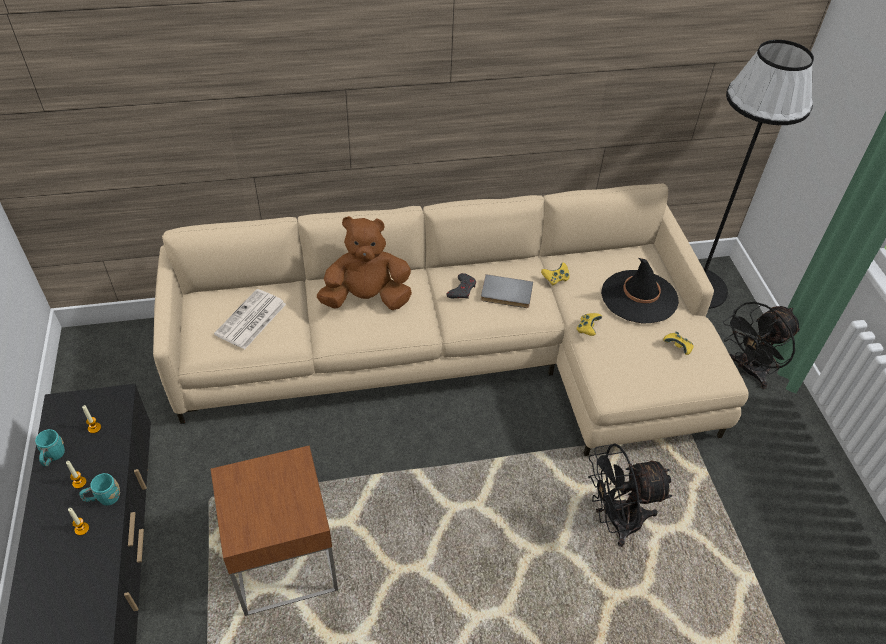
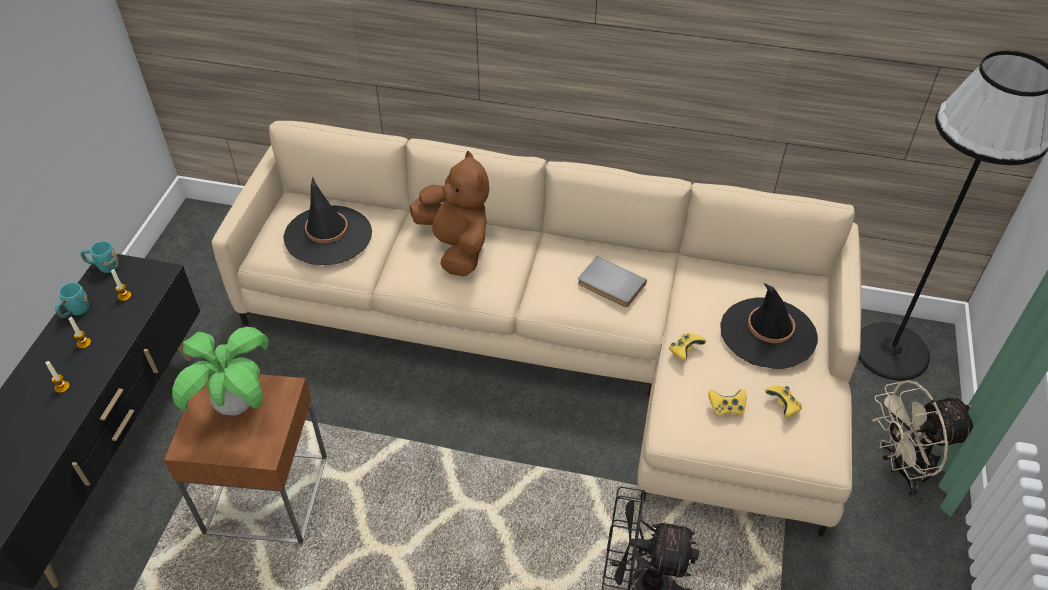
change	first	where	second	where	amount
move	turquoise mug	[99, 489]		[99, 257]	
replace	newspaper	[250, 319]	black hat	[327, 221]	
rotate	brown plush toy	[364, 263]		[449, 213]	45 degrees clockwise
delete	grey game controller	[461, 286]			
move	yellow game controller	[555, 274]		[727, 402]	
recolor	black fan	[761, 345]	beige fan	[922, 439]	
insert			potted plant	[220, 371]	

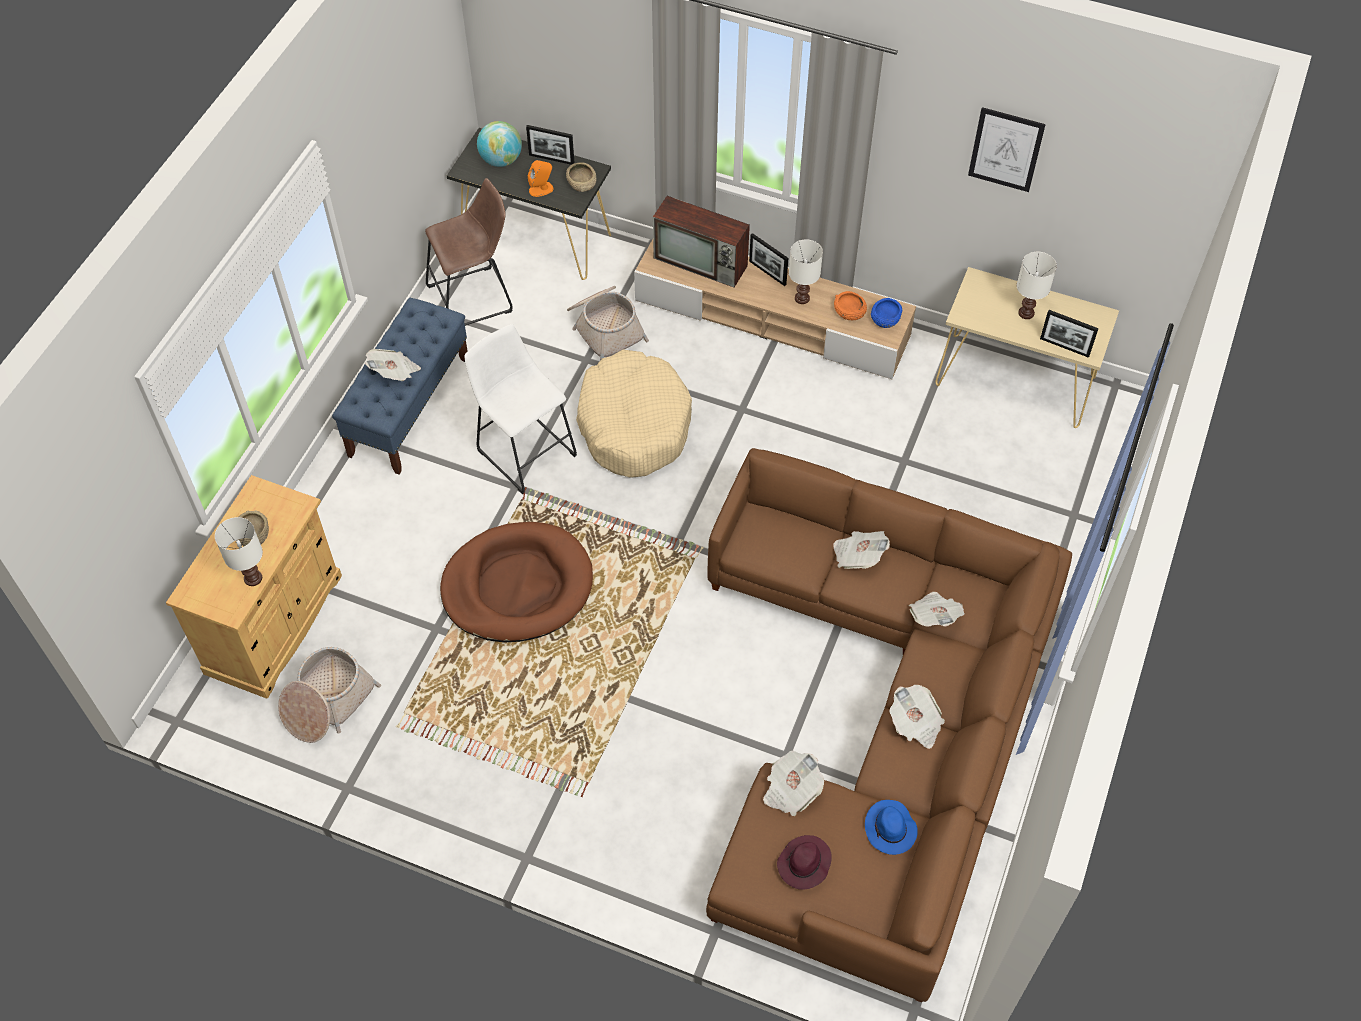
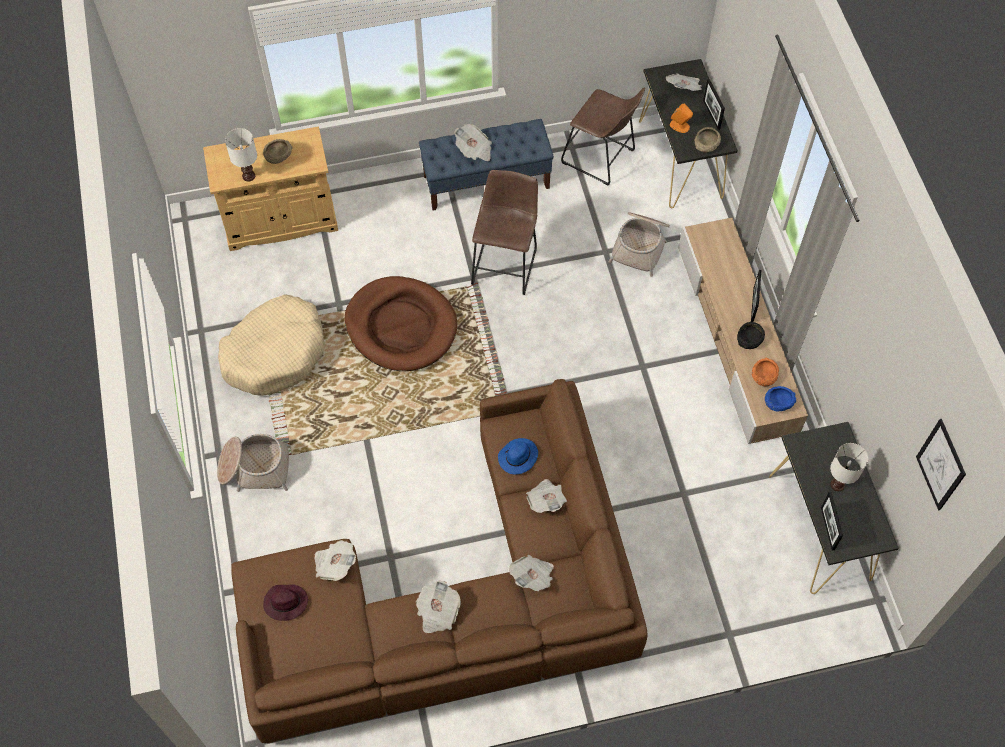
change	first	where	second	where	amount
move	basket	[329, 695]		[254, 463]	
recolor	white stool	[520, 409]	brown stool	[504, 232]	
replace	globe	[499, 144]	newspaper	[684, 82]	
move	beige dog bed	[634, 413]		[271, 345]	
delete	television	[701, 241]			
replace	white table lamp	[806, 271]	black bowl	[751, 335]	
move	blue hat	[891, 827]		[518, 456]	
recolor	beige console table	[1027, 347]	black console table	[834, 508]	
move	picture	[1007, 149]		[941, 464]	

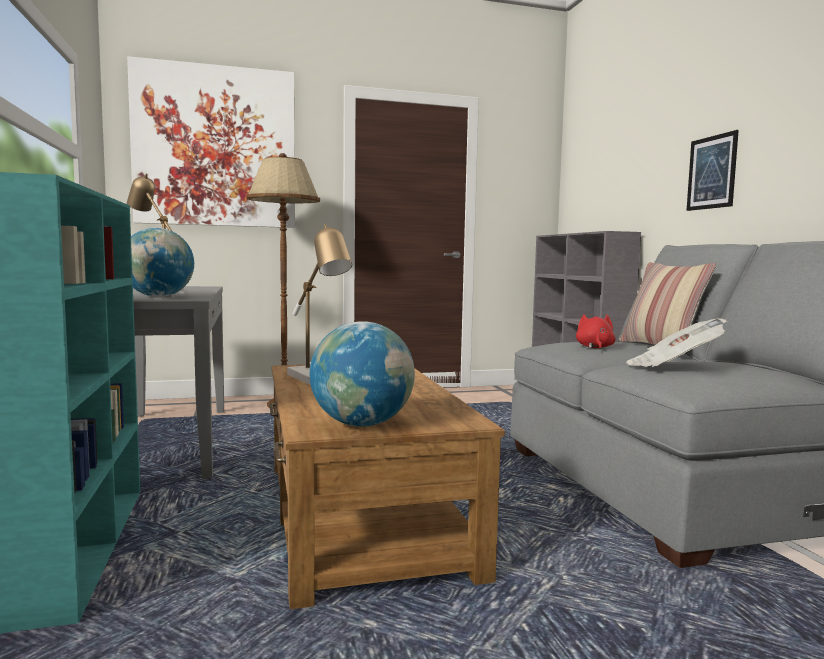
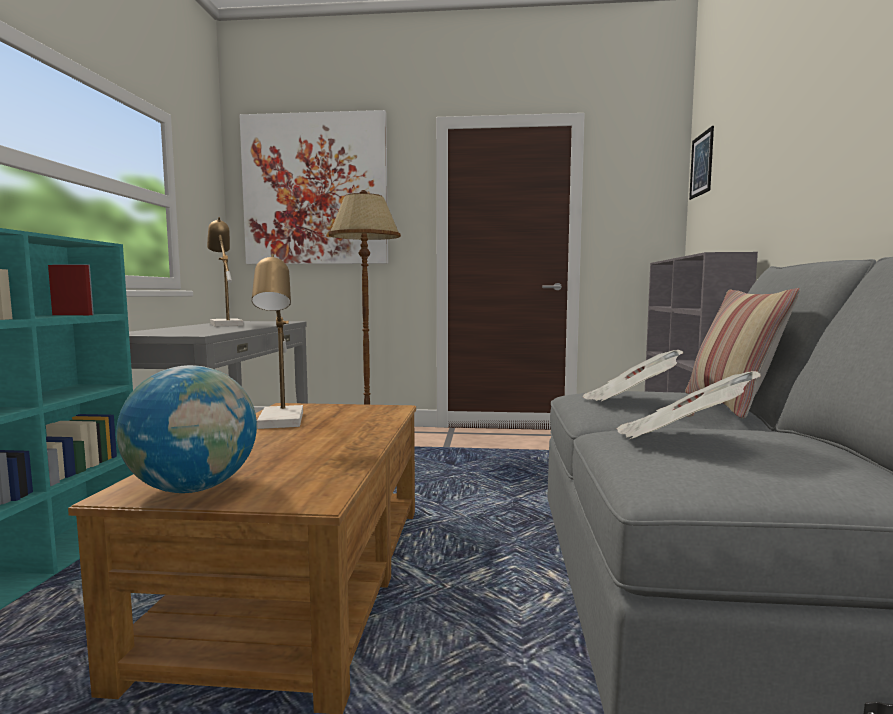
change	first	where	second	where	amount
delete	globe	[162, 262]			
replace	red plush toy	[596, 331]	newspaper	[633, 375]	
move	picture	[713, 170]		[701, 163]	

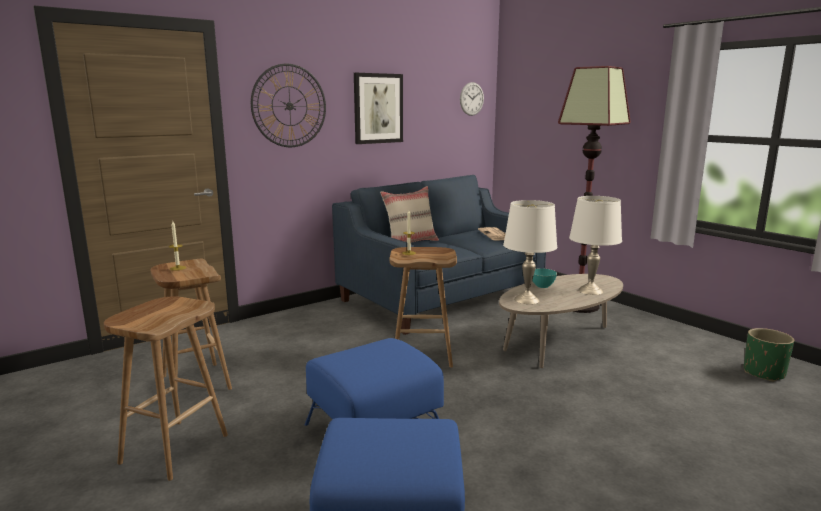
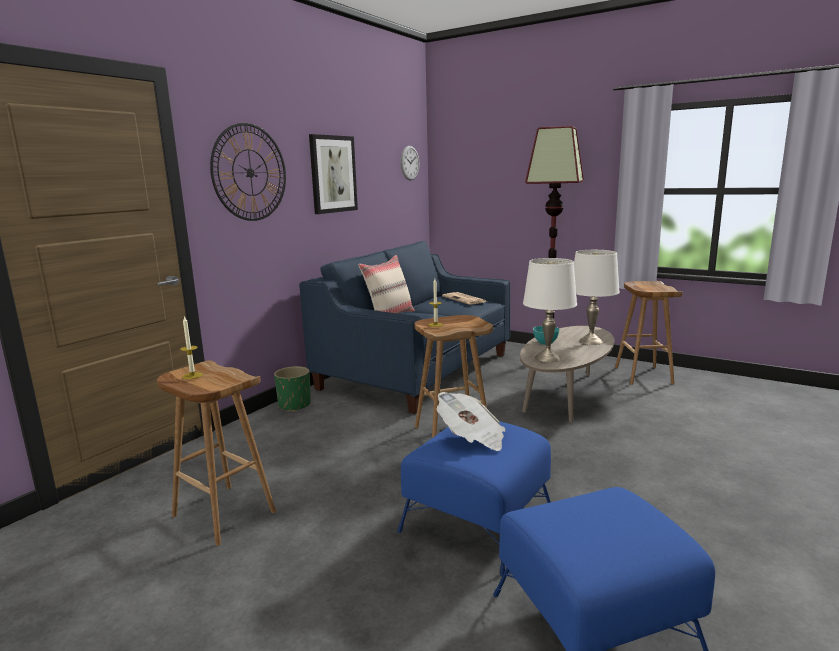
change	first	where	second	where	amount
move	brown stool	[166, 388]		[649, 333]	
move	green planter	[769, 355]		[292, 389]	
insert			newspaper	[470, 421]	

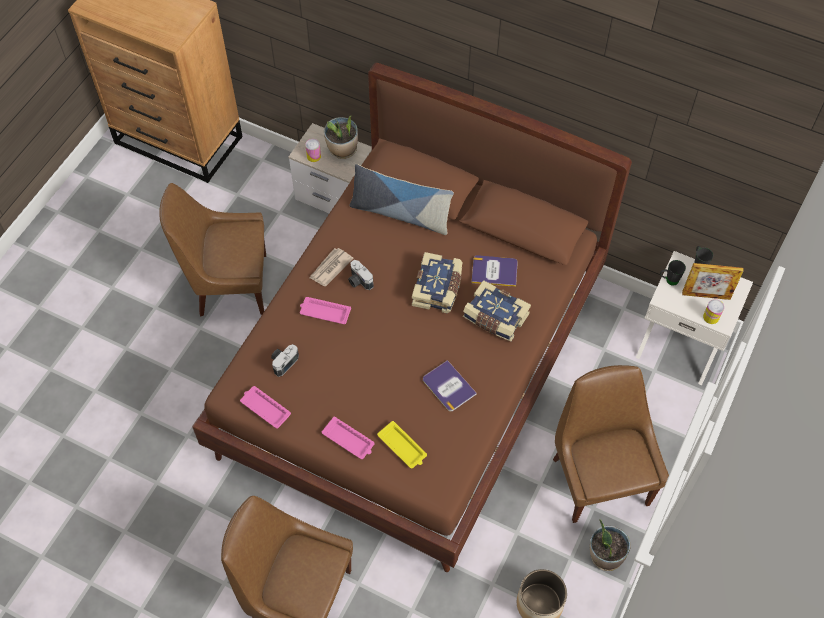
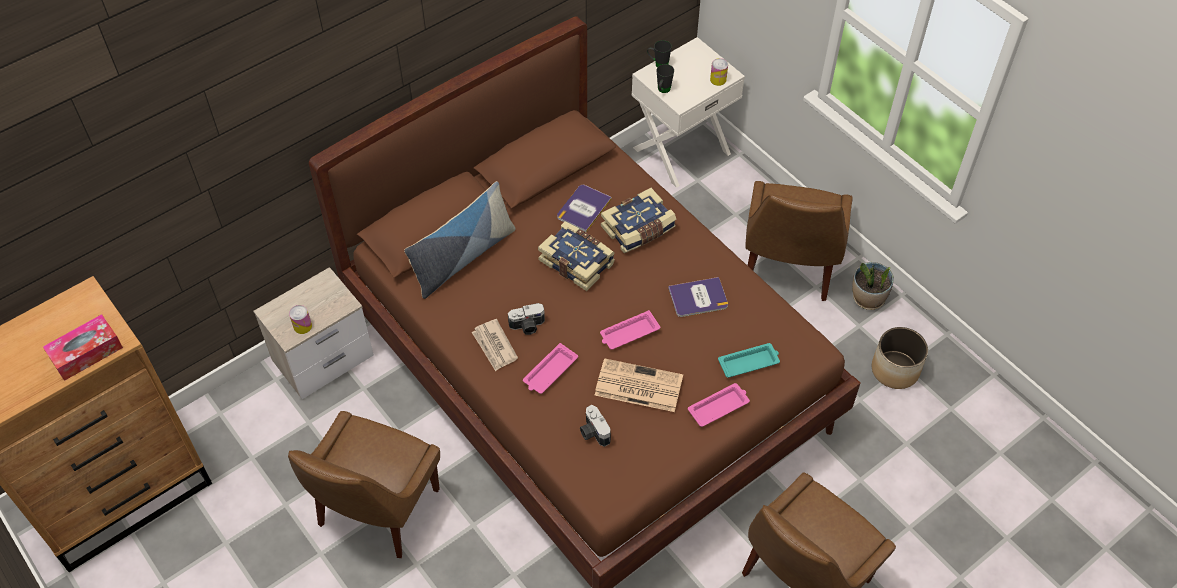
change	first	where	second	where	amount
move	pink tray	[265, 407]		[630, 330]	
delete	potted plant	[341, 137]			
recolor	yellow tray	[402, 445]	turquoise tray	[749, 360]	
rotate	brown chair	[611, 444]		[799, 241]	90 degrees counterclockwise
delete	picture frame	[713, 281]			
insert			tissue box	[83, 347]	
insert			newspaper	[639, 385]	

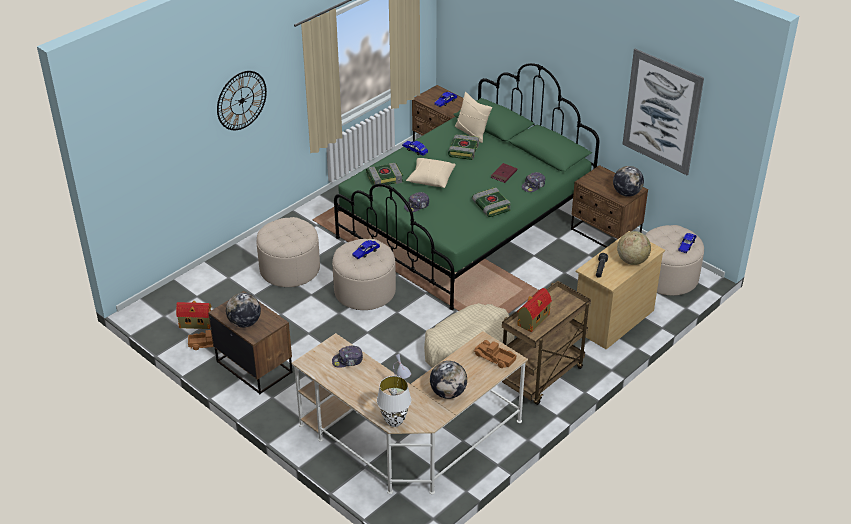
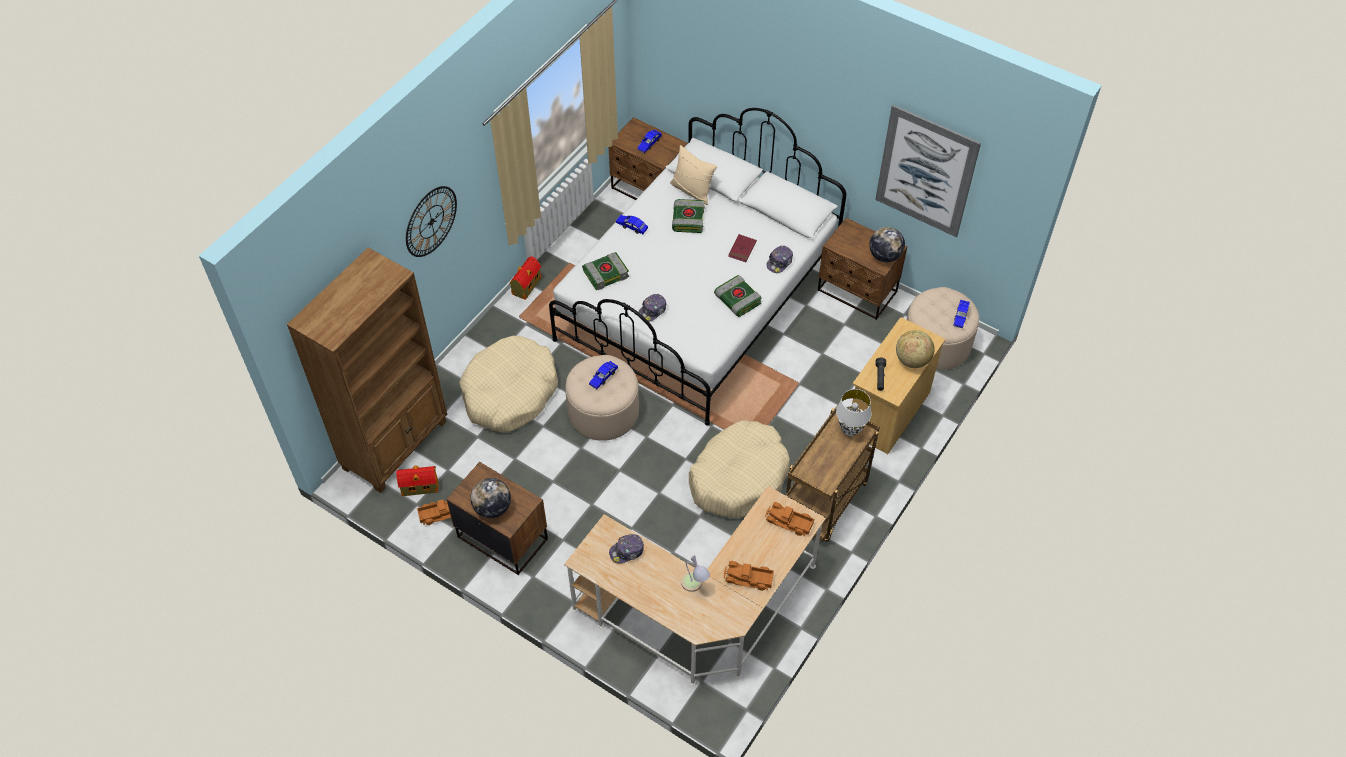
change	first	where	second	where	amount
replace	beige ottoman	[288, 252]	beige dog bed	[508, 384]	
recolor	green bed	[467, 186]	white bed	[697, 266]	
move	white table lamp	[394, 401]		[854, 412]	
delete	beige pillow	[431, 173]			
replace	globe	[448, 380]	toy truck	[749, 576]	
move	toy house	[534, 310]		[525, 278]	
insert			brown bookcase	[367, 370]	

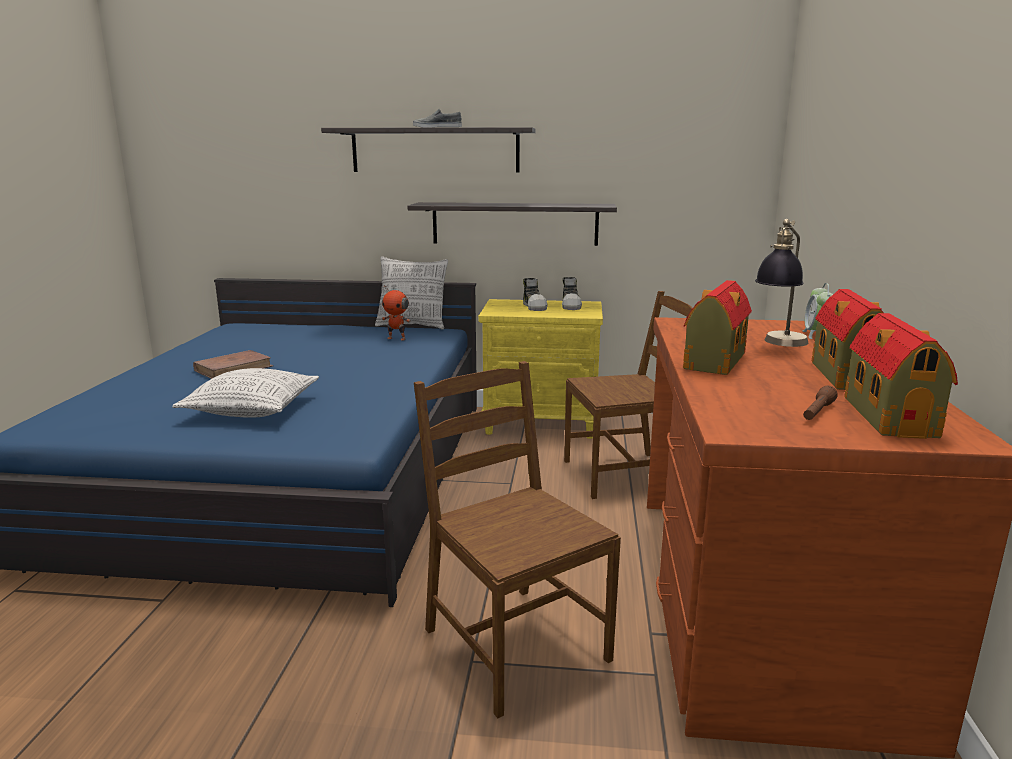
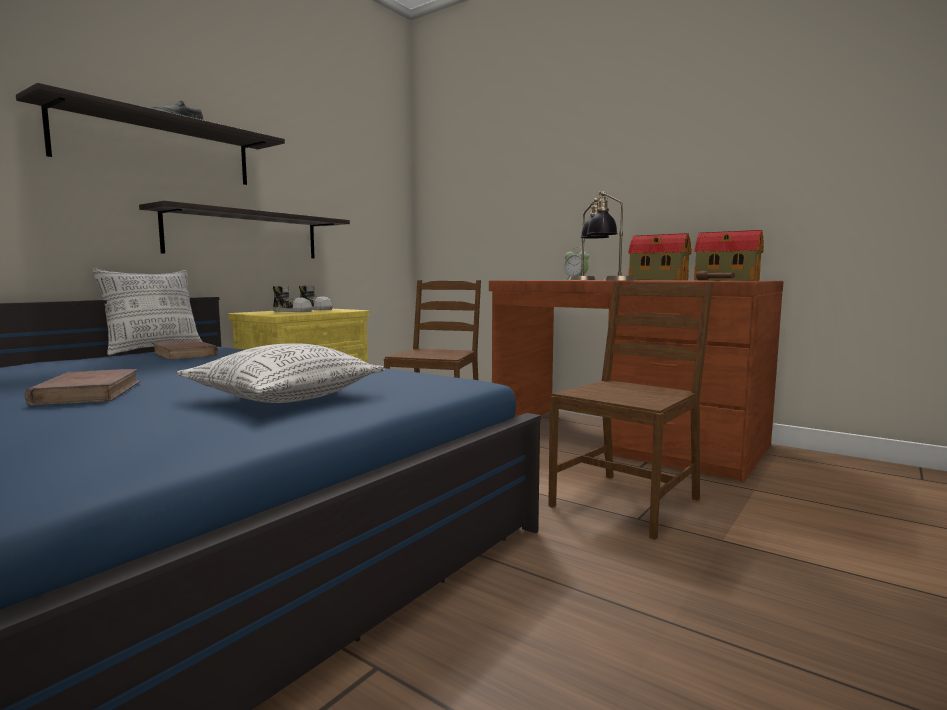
change	first	where	second	where	amount
replace	toy robot	[396, 313]	brown book	[185, 350]	
rotate	brown chair	[517, 539]		[630, 411]	135 degrees clockwise
replace	toy house	[717, 327]	table lamp	[611, 236]	

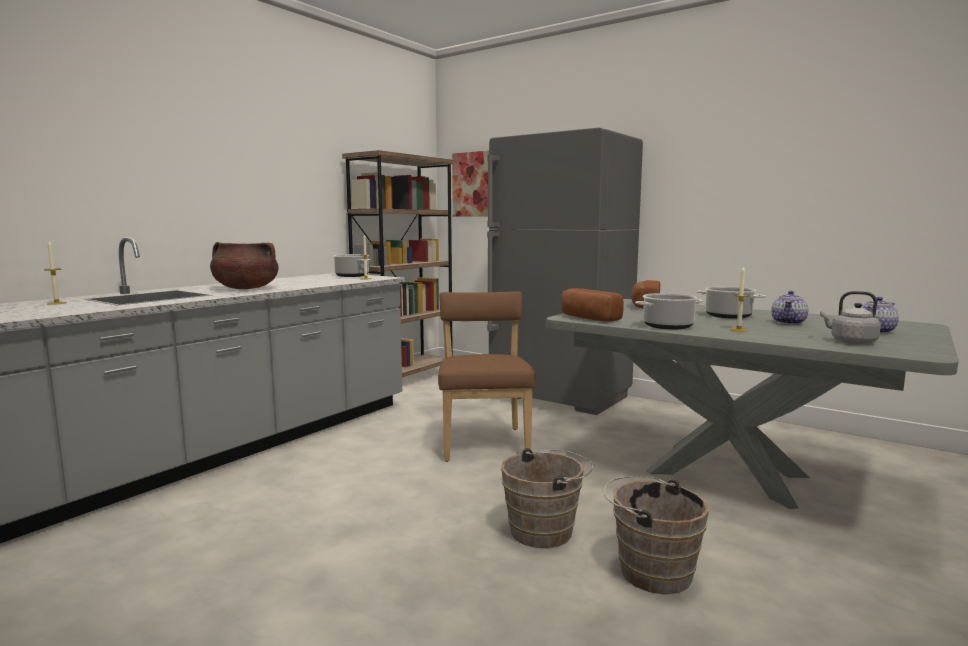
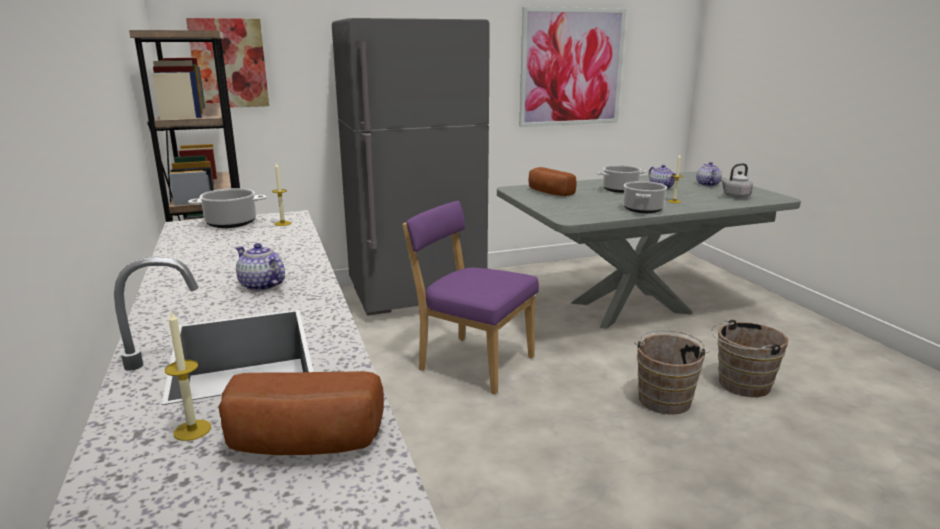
change	first	where	second	where	amount
replace	brown cooking pot	[244, 265]	teapot	[260, 267]	
recolor	brown chair	[487, 376]	purple chair	[471, 297]	
move	bread	[592, 305]		[301, 413]	
insert			picture	[573, 67]	

